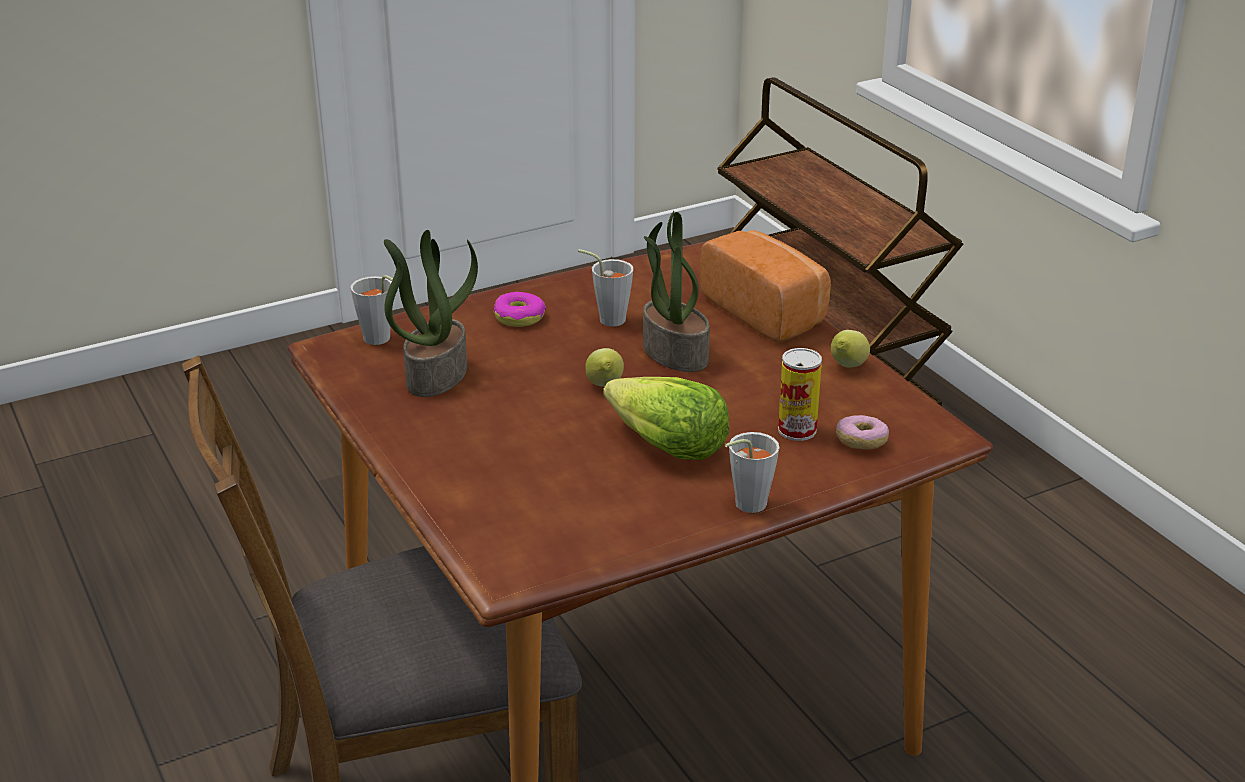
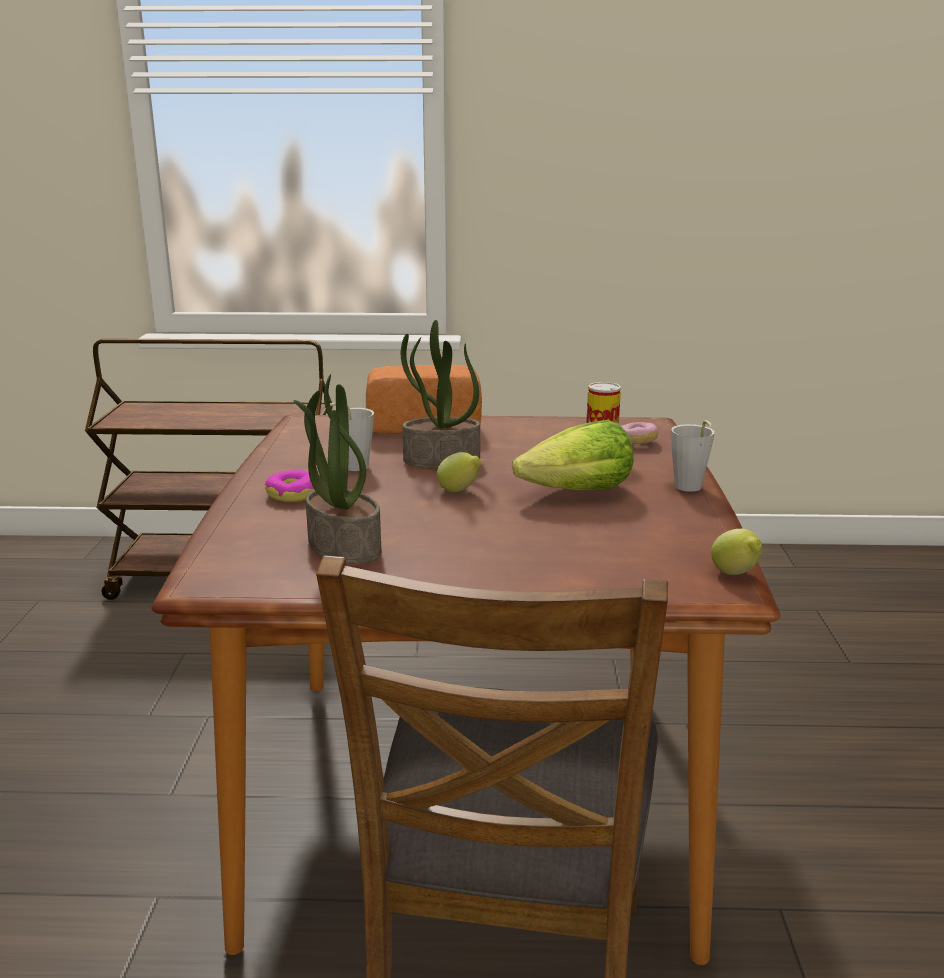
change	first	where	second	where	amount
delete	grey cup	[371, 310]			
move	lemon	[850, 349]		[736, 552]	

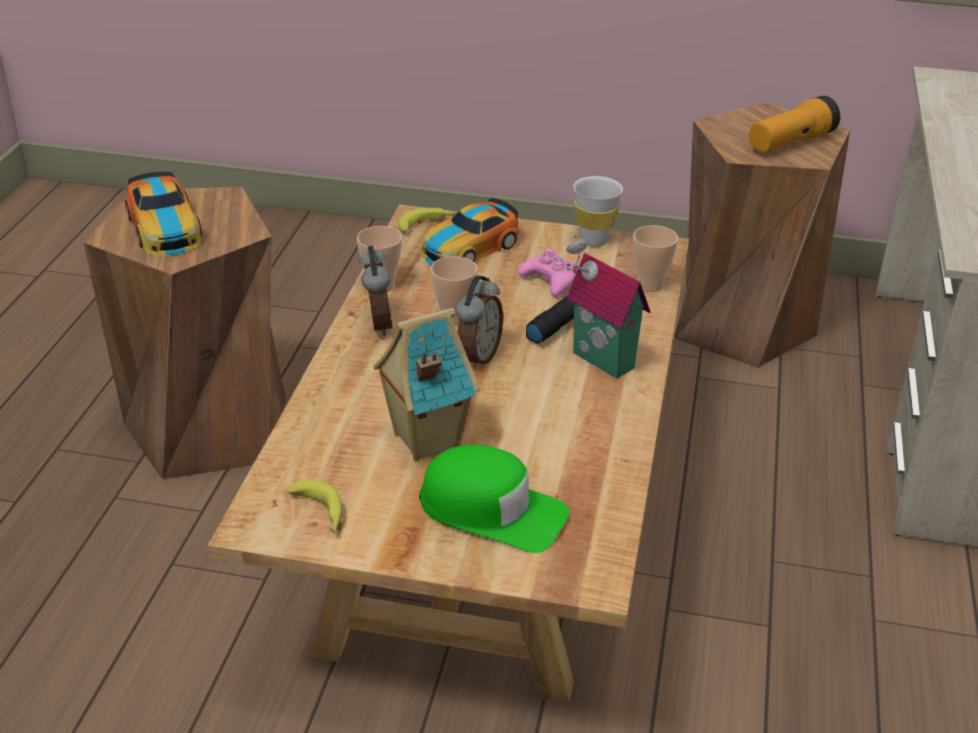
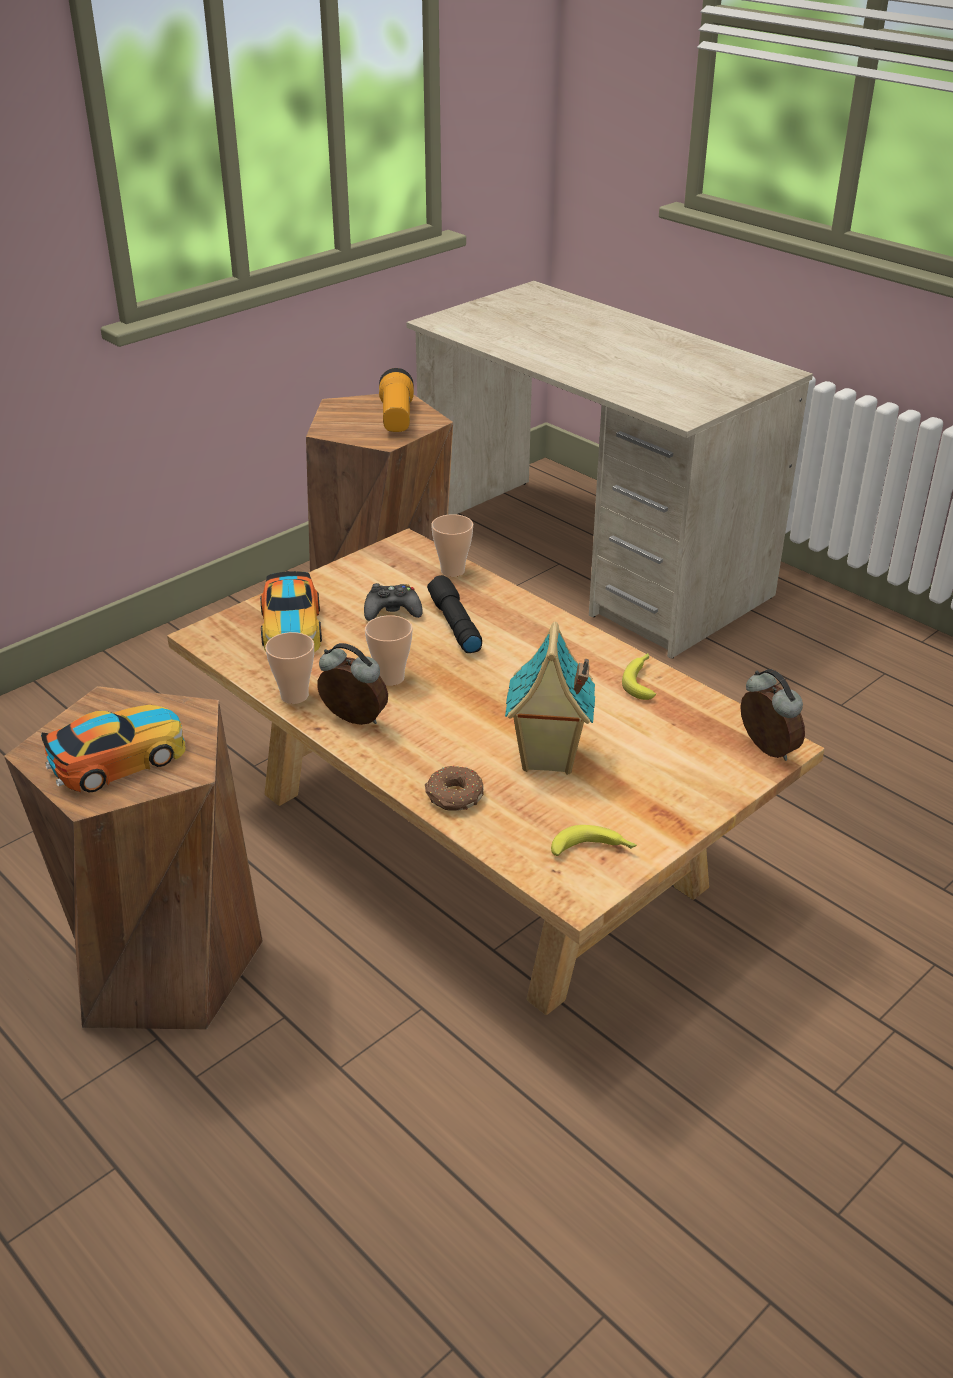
change	first	where	second	where	amount
rotate	toy car	[163, 213]		[113, 749]	45 degrees counterclockwise
move	banana	[427, 220]		[639, 676]	
delete	green cap	[494, 499]			
move	alarm clock	[479, 322]		[772, 715]	
recolor	pink game controller	[548, 272]	black game controller	[393, 602]	
delete	toy house	[608, 307]			
delete	white cup	[598, 211]			
insert			donut	[454, 788]	

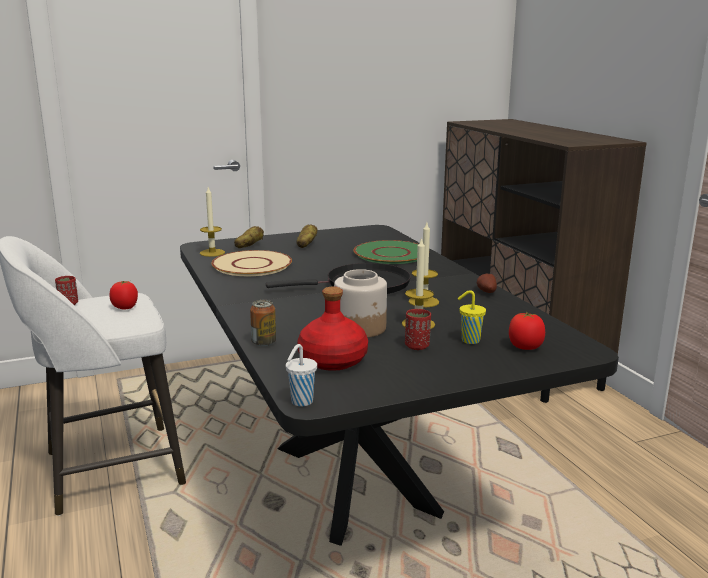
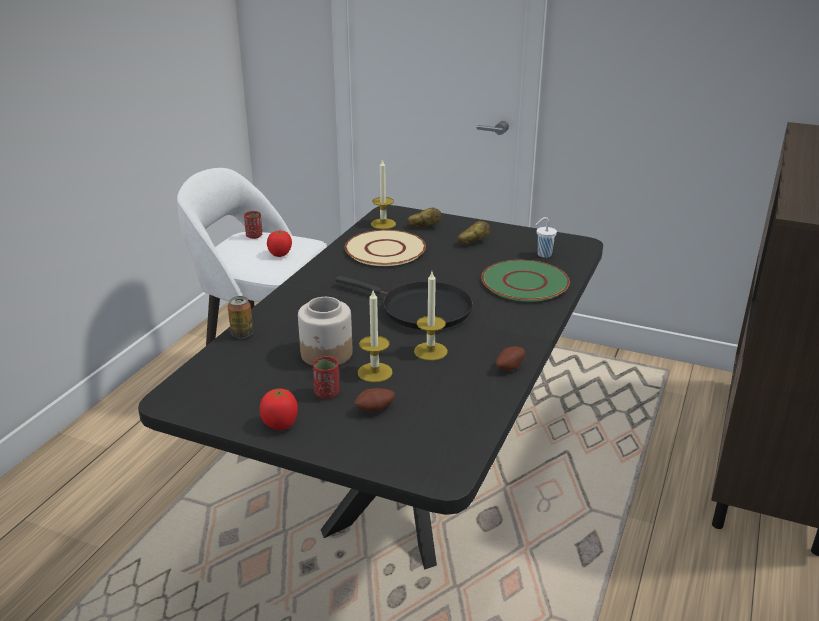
change	first	where	second	where	amount
move	white cup	[301, 375]		[546, 237]	
delete	red bottle	[332, 329]			
replace	yellow cup	[472, 317]	potato	[374, 400]	
move	tomato	[527, 330]		[279, 409]	

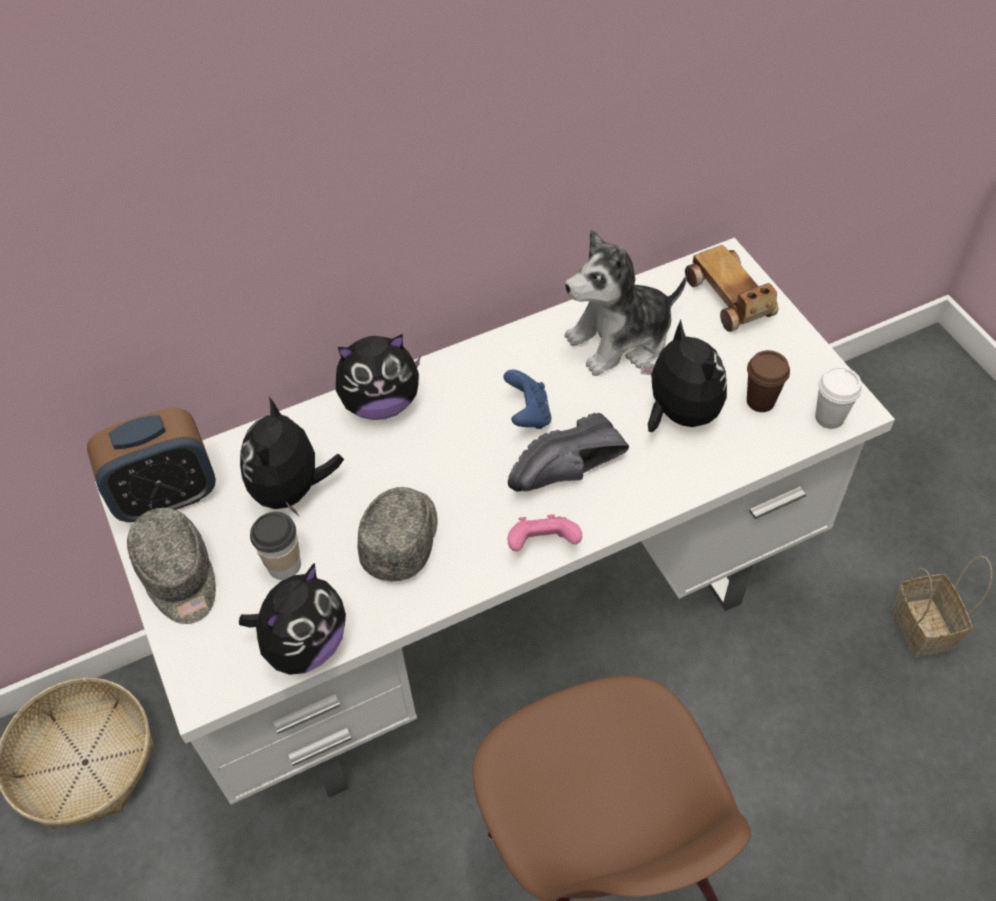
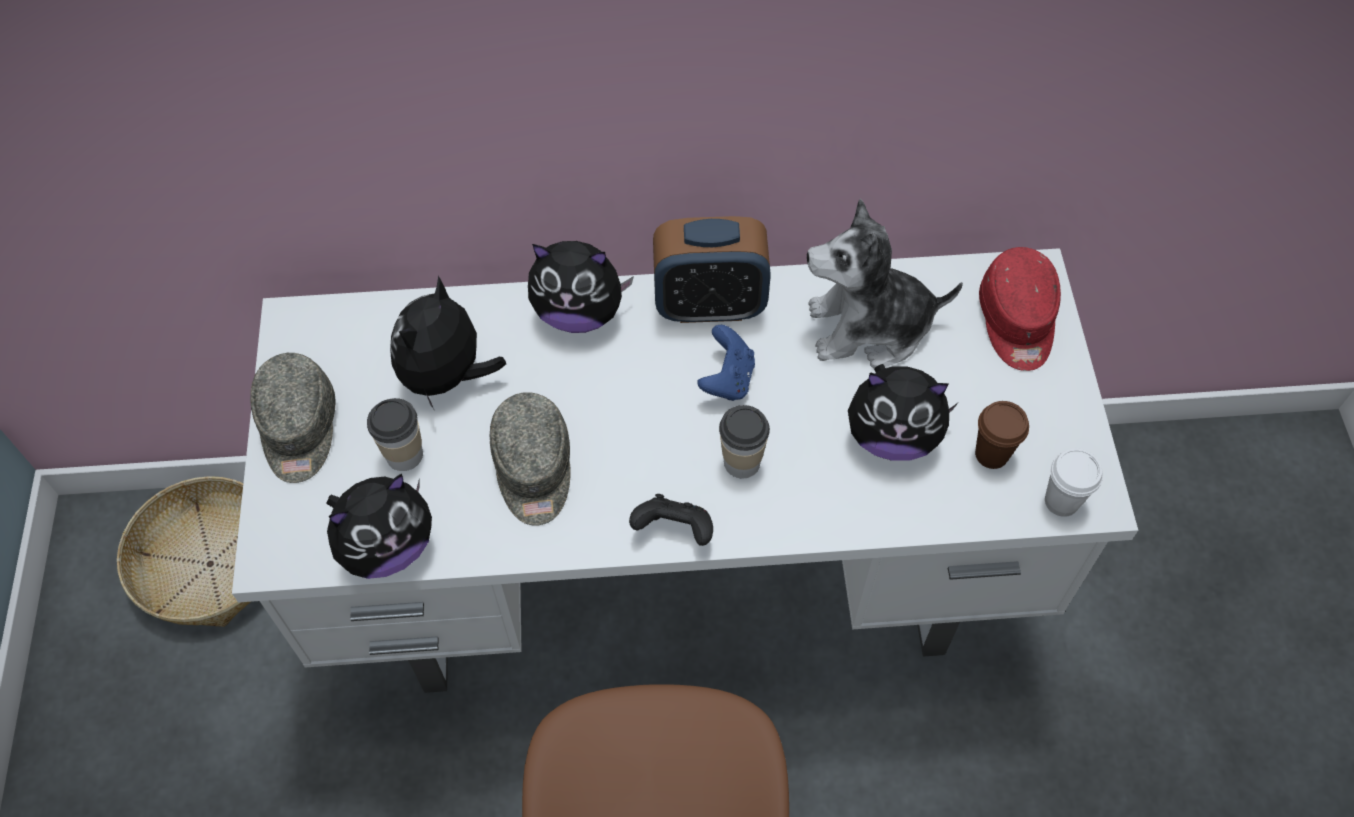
change	first	where	second	where	amount
move	alarm clock	[151, 464]		[712, 269]	
rotate	grey cap	[397, 534]		[530, 459]	135 degrees clockwise
recolor	pink game controller	[544, 532]	black game controller	[671, 520]	
replace	black shoe	[568, 452]	cup	[744, 441]	
rotate	plush toy	[684, 376]		[903, 412]	105 degrees clockwise
replace	toy car	[731, 288]	red cap	[1020, 309]	
delete	basket	[941, 606]			

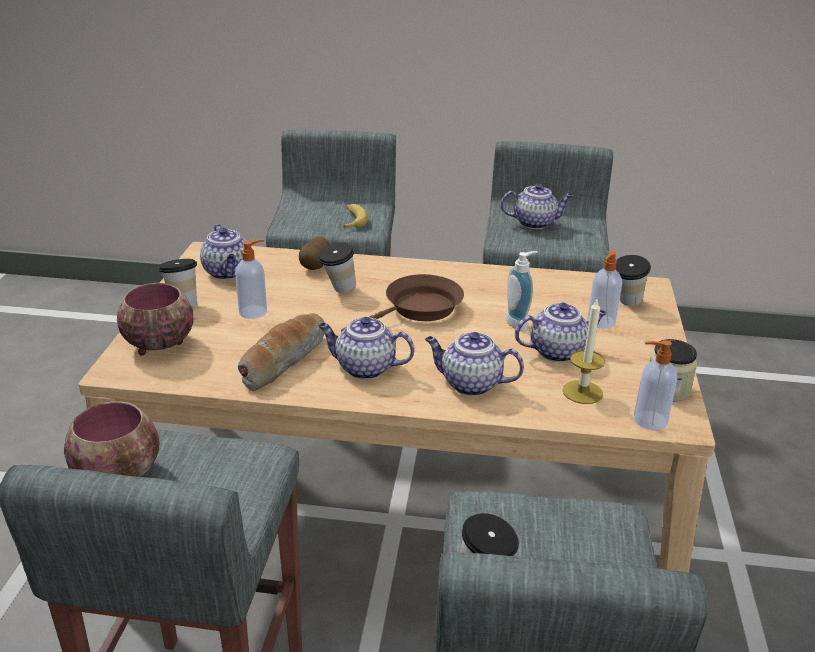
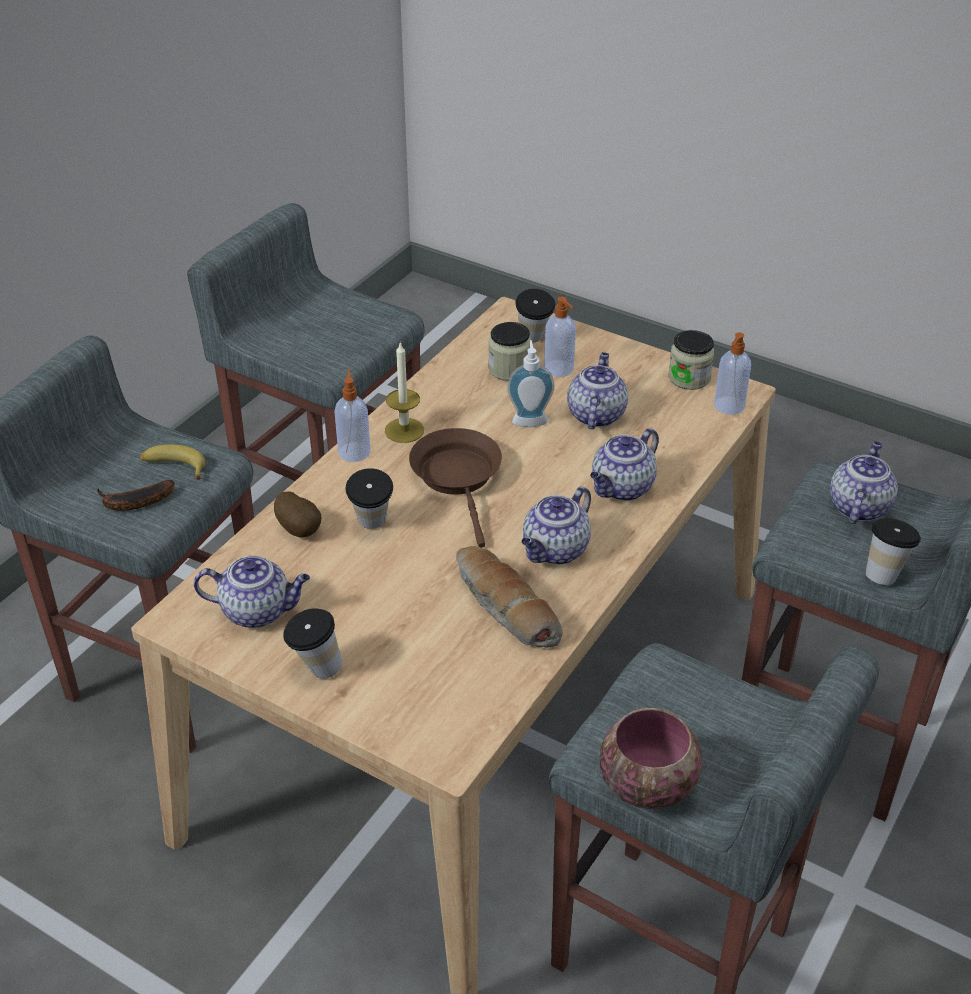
change	first	where	second	where	amount
delete	bowl	[155, 319]			
move	soap dispenser	[251, 279]		[352, 415]	
move	teapot	[537, 206]		[864, 482]	
move	candle	[584, 352]		[404, 392]	
insert			banana	[136, 495]	
insert			jar	[509, 351]	

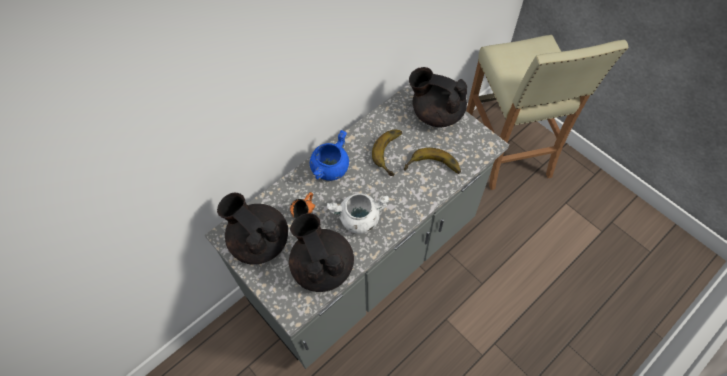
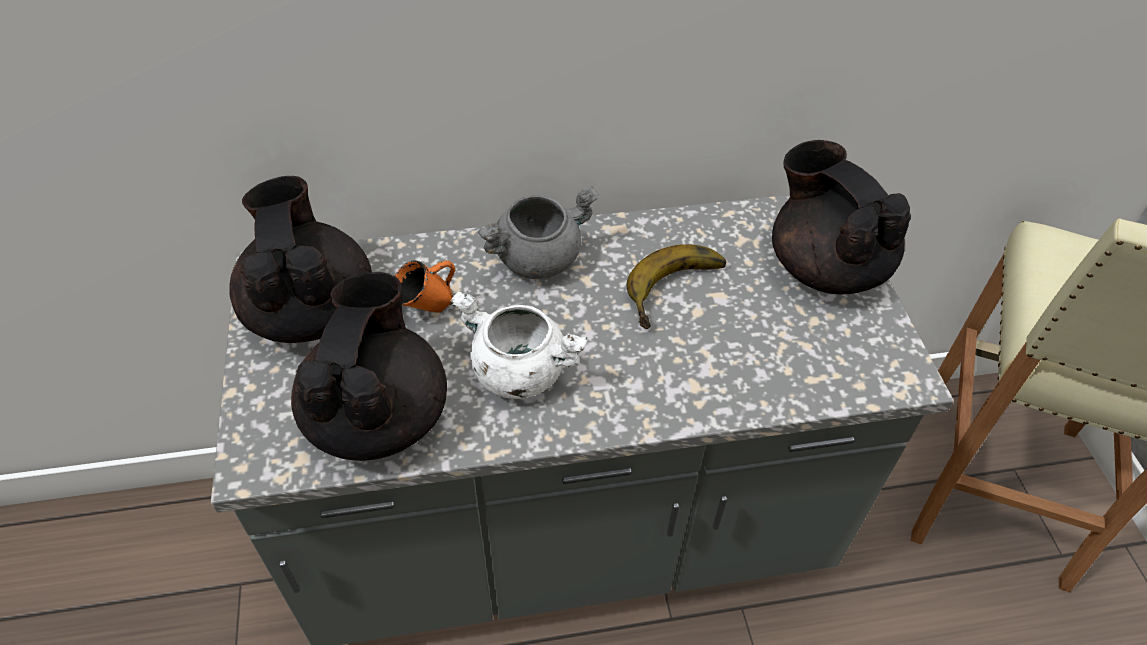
change	first	where	second	where	amount
recolor	blue cooking pot	[329, 155]	grey cooking pot	[538, 232]	
delete	banana	[432, 161]			

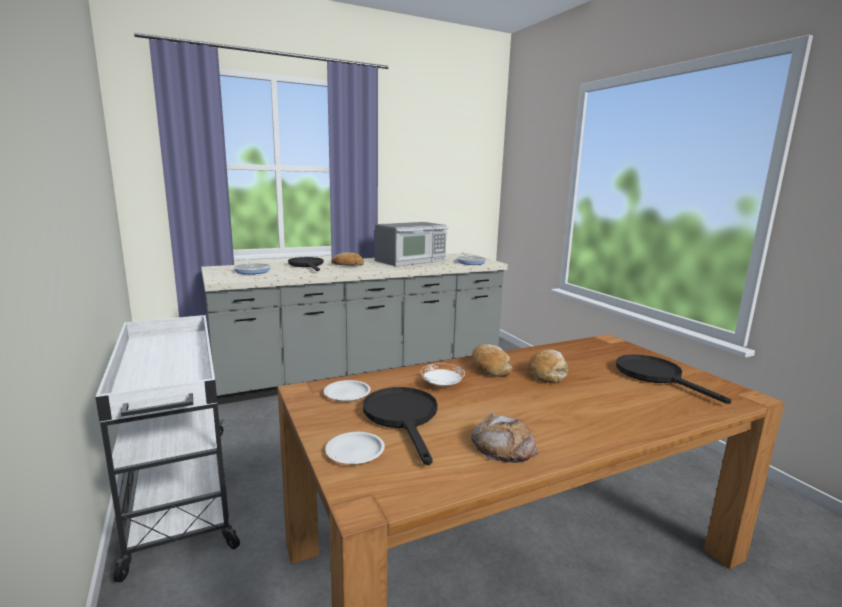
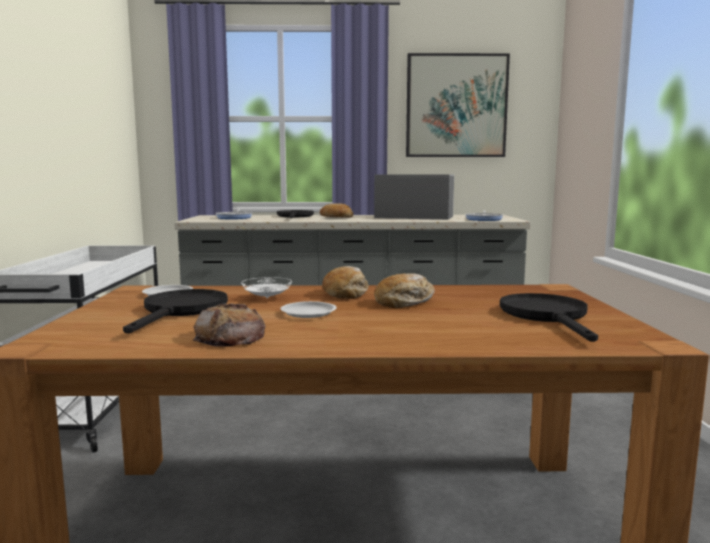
change	first	where	second	where	amount
move	white plate	[355, 448]		[308, 309]	
rotate	microwave	[411, 244]		[414, 197]	150 degrees counterclockwise
insert			picture	[458, 105]	

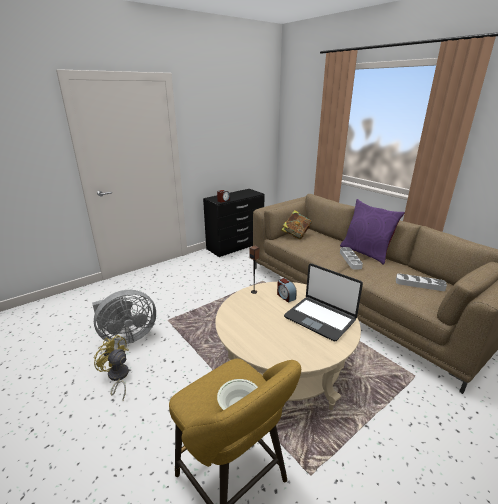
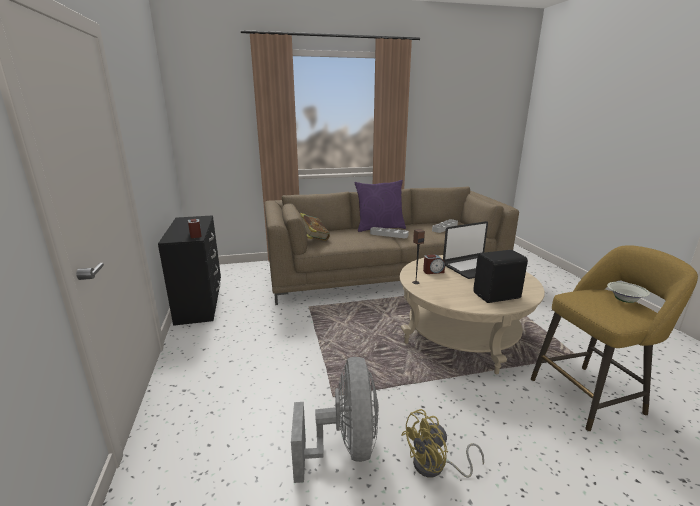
change	first	where	second	where	amount
insert			black speaker	[500, 276]	

